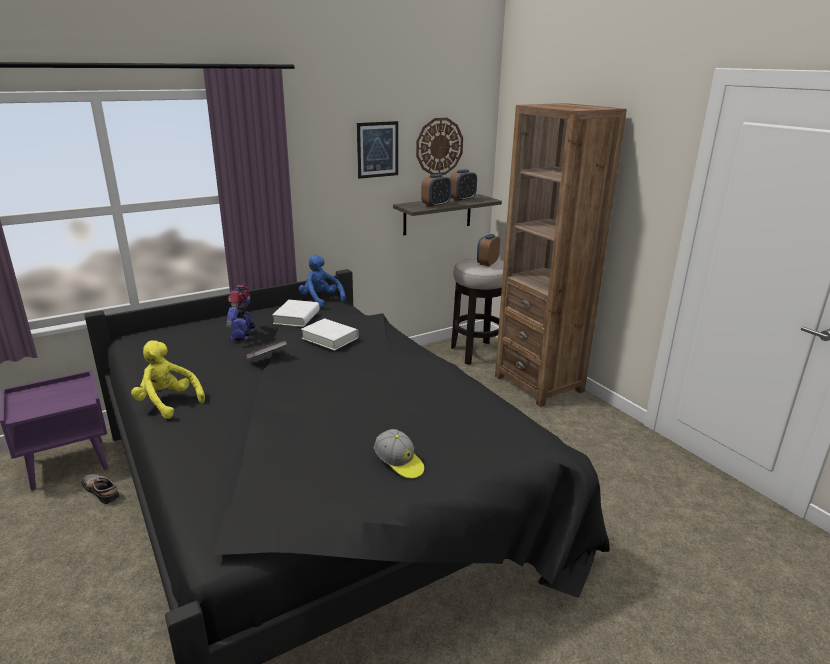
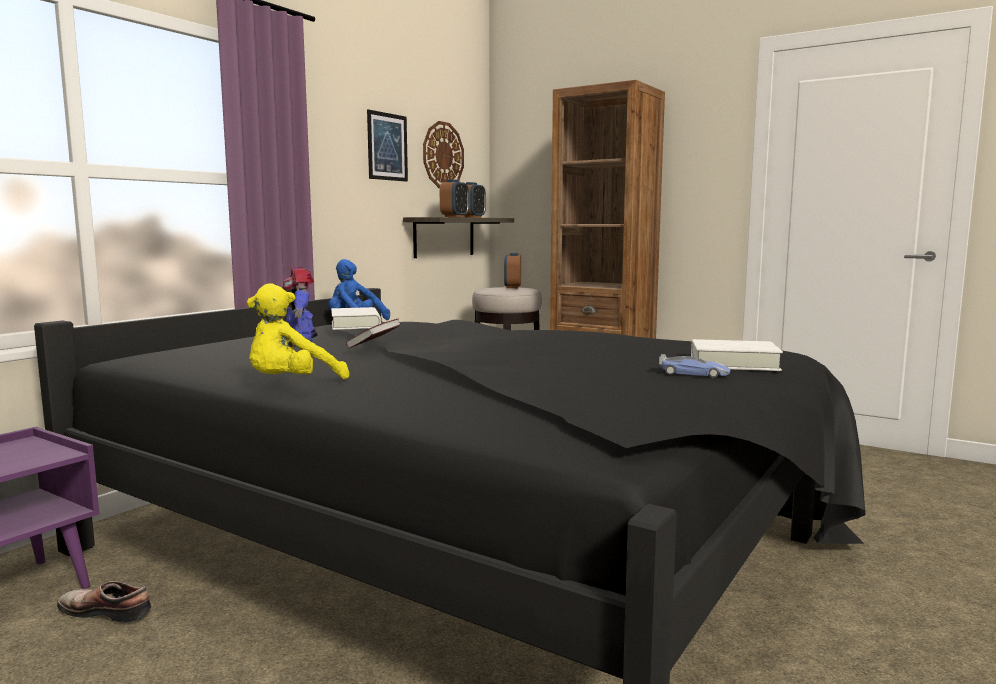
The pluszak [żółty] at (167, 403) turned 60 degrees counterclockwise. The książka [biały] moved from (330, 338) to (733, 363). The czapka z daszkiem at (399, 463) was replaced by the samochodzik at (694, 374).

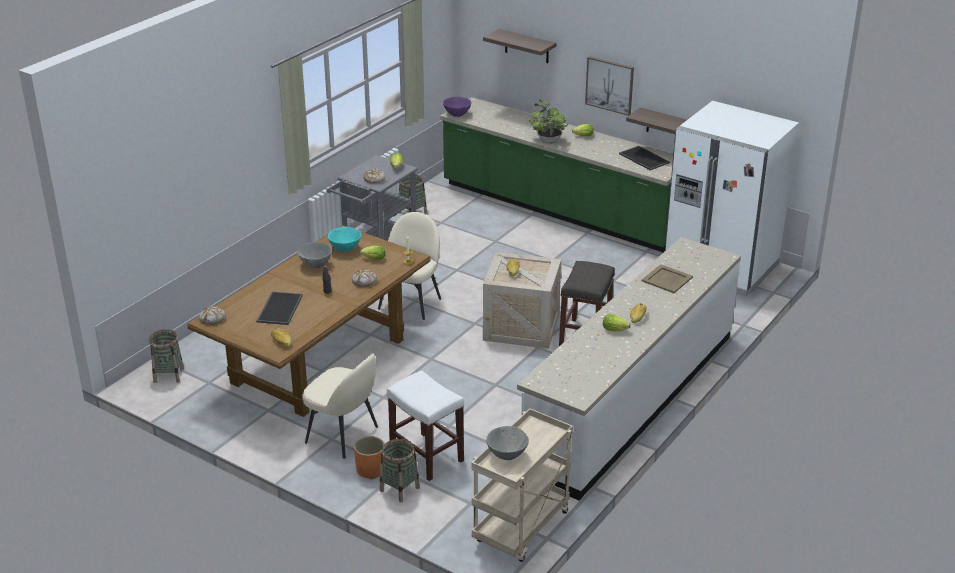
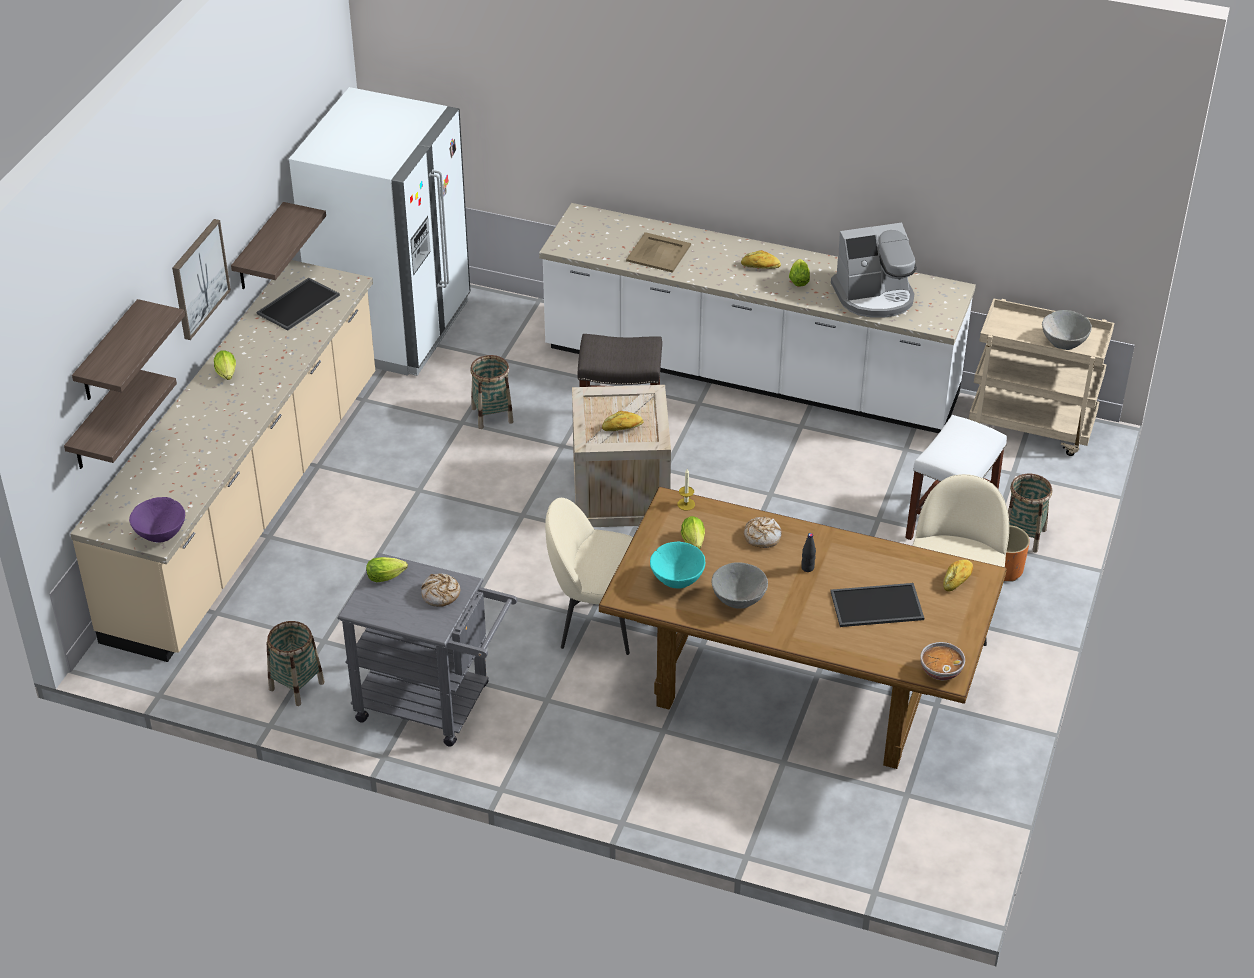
The koszyk moved from (168, 375) to (492, 415). The chleb at (212, 319) was replaced by the miska at (940, 670). The zabudowa kuchenna [zielony] at (560, 210) became the zabudowa kuchenna [beżowy] at (248, 505). The roślina doniczkowa at (547, 140) disappeared. The półka at (100, 422) appeared. The ekspres do kawy at (874, 296) appeared.

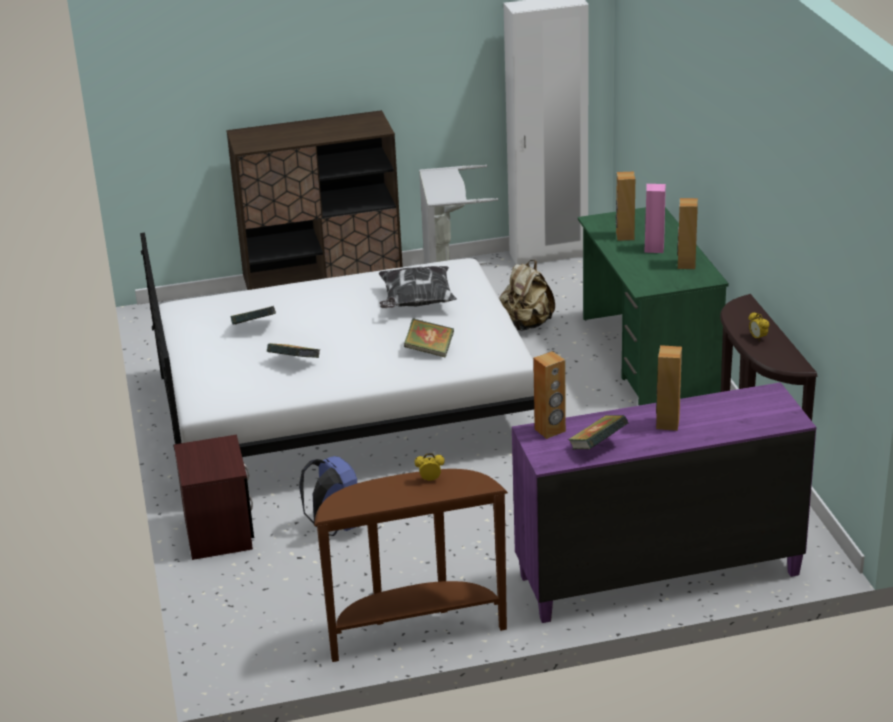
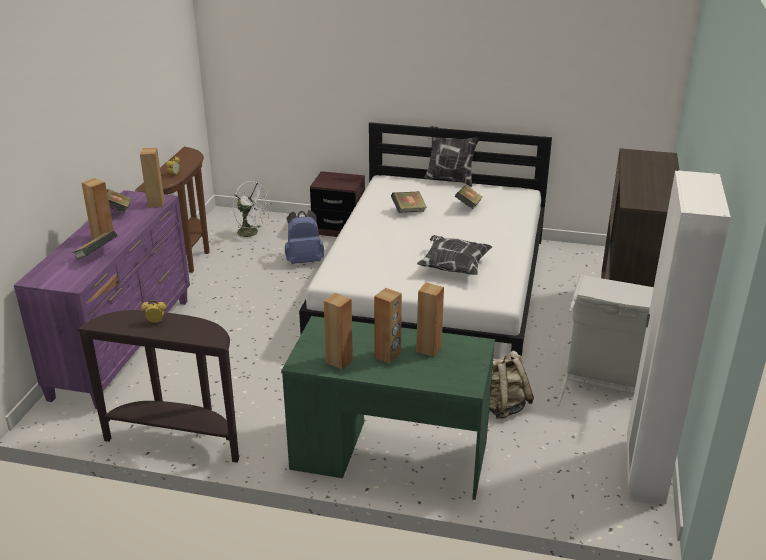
The książka moved from (429, 350) to (97, 256). The głośnik [różowy] at (654, 248) became the głośnik [brązowy] at (388, 356). The wentylator [biały] at (252, 233) appeared. The poduszka at (449, 179) appeared.

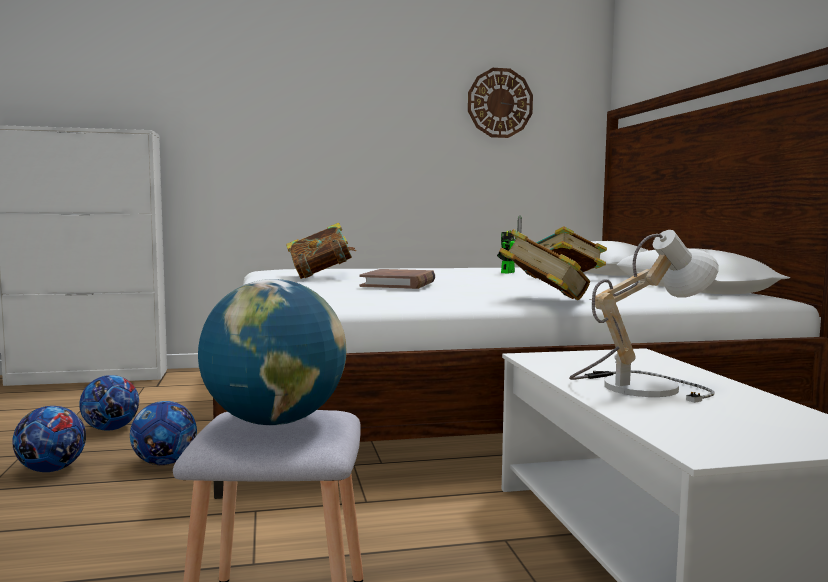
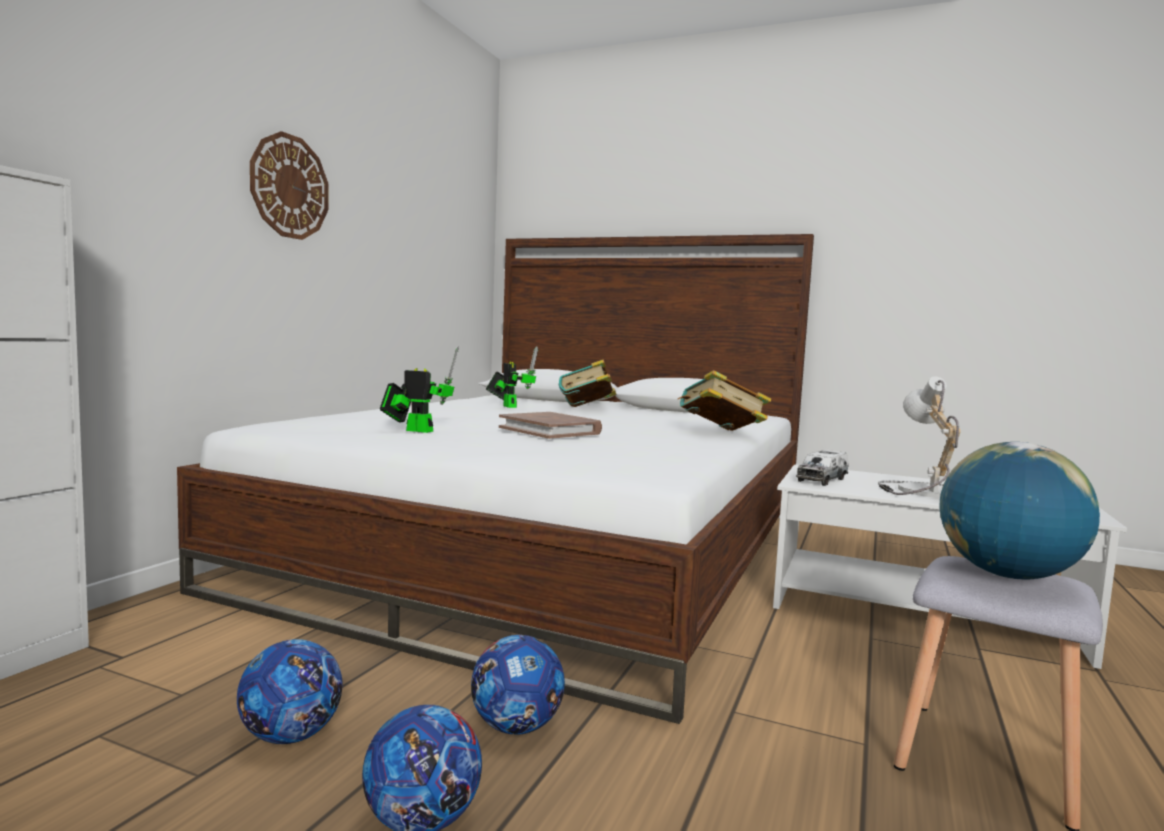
The książka at (320, 277) was replaced by the robot zabawkowy at (415, 430). The zegar ścienny moved from (500, 103) to (289, 187). The ciężarówka zabawkowa at (822, 479) appeared.

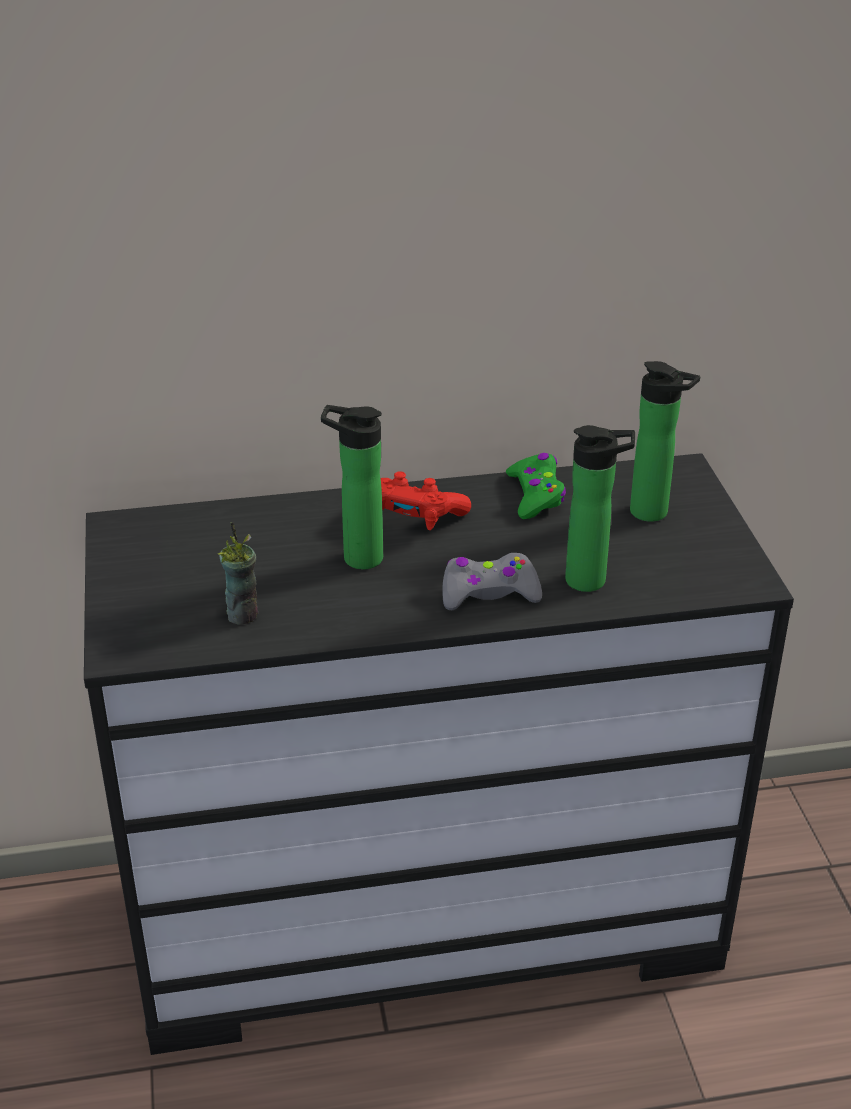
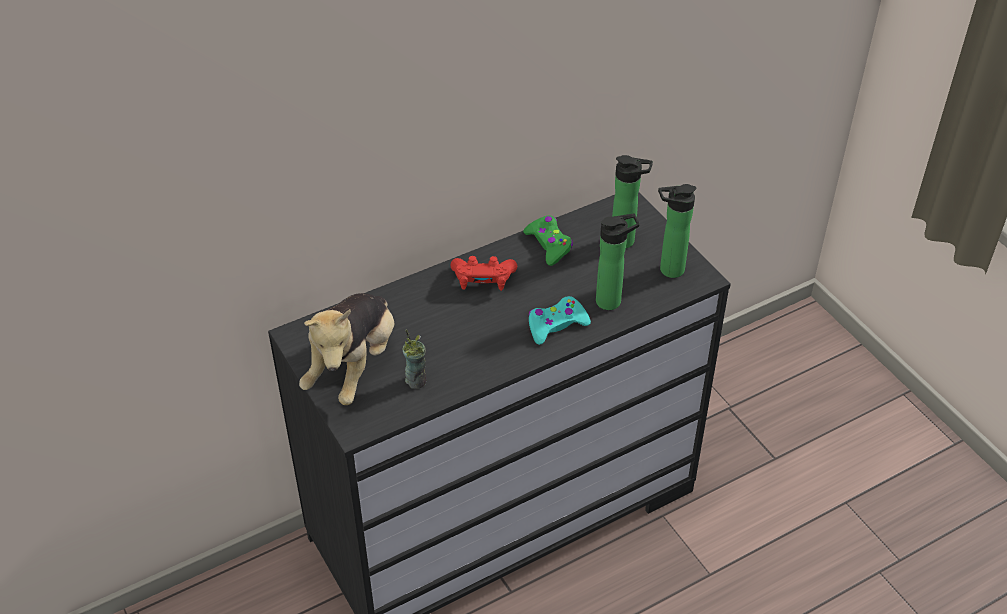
The butelka moved from (357, 558) to (668, 270). The pad do gier [szary] at (489, 592) became the pad do gier [turkusowy] at (556, 325). The pluszak at (353, 366) appeared.

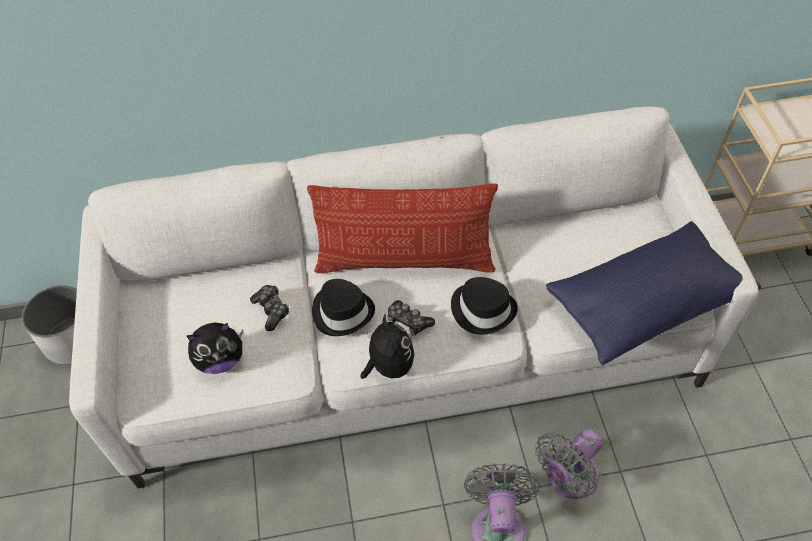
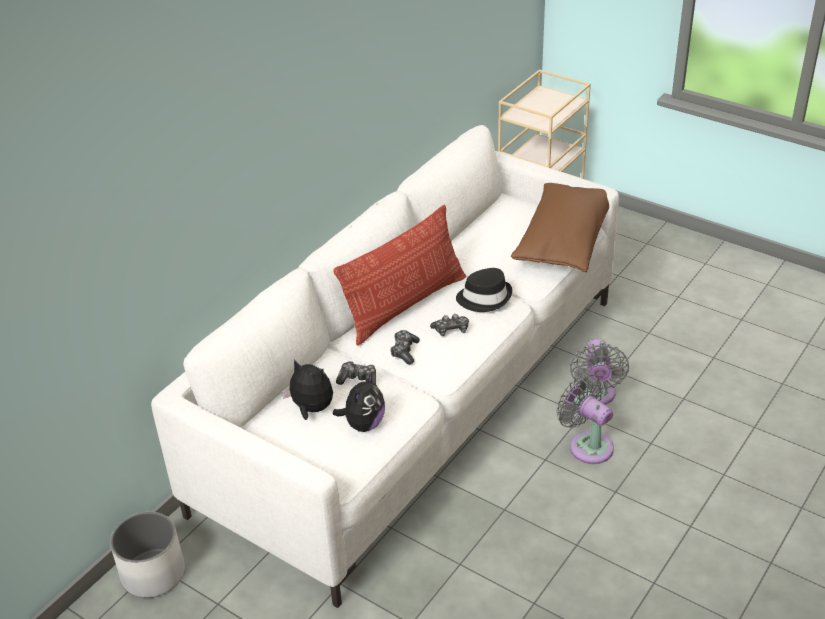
The kapelusz [czarny] at (342, 311) was replaced by the pad do gier at (404, 351). The pluszak moved from (389, 366) to (311, 409). The poduszka [niebieski] at (646, 303) became the poduszka [brązowy] at (563, 241).

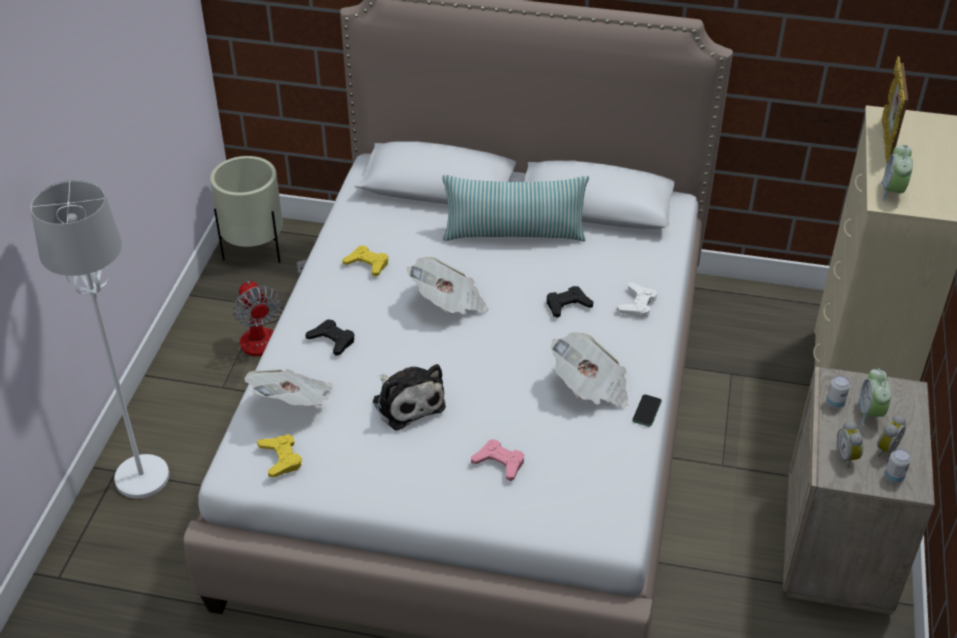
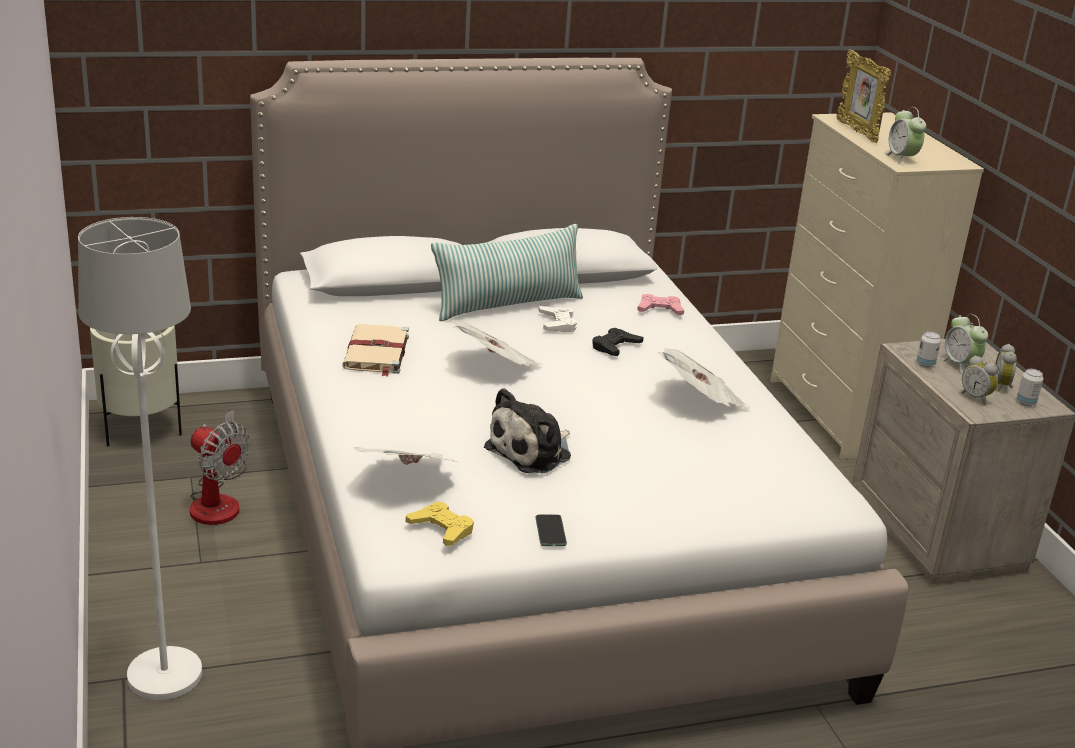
The pad do gier [czarny] at (332, 340) disappeared. The pad do gier [żółty] at (367, 264) was replaced by the książka [beżowy] at (376, 353). The pluszak at (407, 402) turned 105 degrees clockwise. The pad do gier [różowy] moved from (499, 463) to (660, 310). The pad do gier [biały] moved from (637, 304) to (557, 323). The telefon moved from (646, 411) to (550, 531).

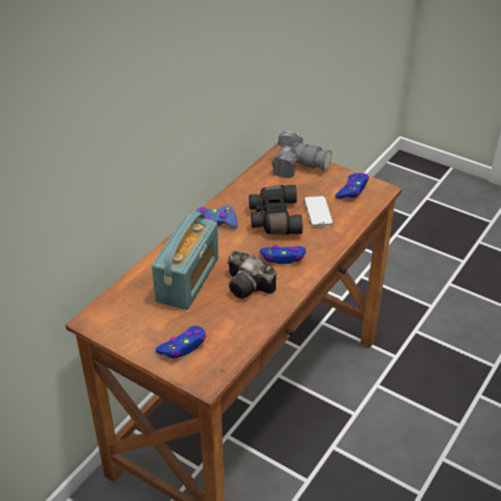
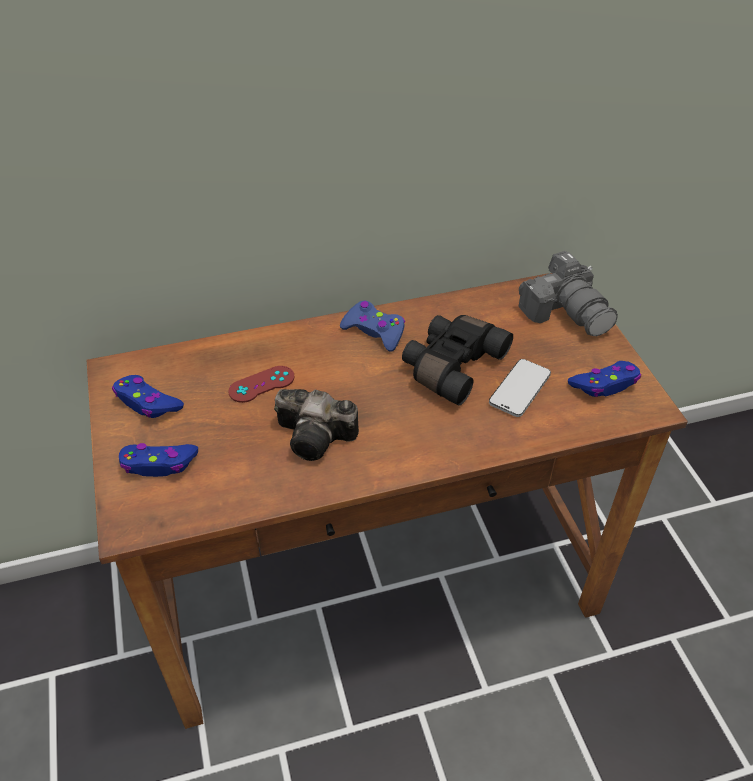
The radio at (188, 280) was replaced by the pad do gier [czerwony] at (261, 384). The aparat fotograficzny at (250, 287) turned 60 degrees counterclockwise. The pad do gier [niebieski] moved from (283, 258) to (147, 403).

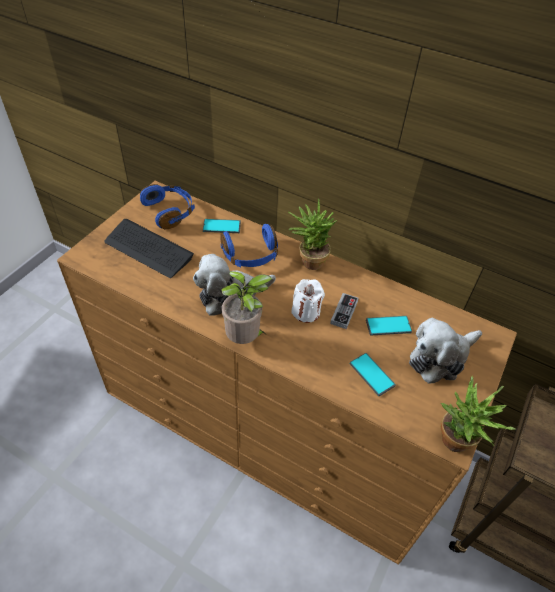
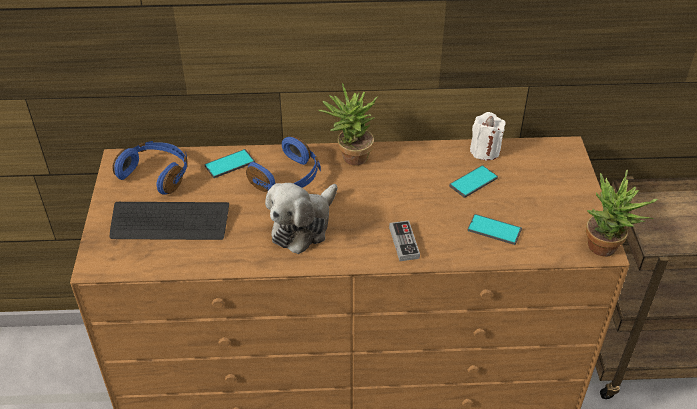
The roślina doniczkowa at (245, 339) disappeared. The świeca [biały] moved from (306, 312) to (485, 151). The pad do gier moved from (344, 312) to (404, 242). The pluszak at (440, 358) disappeared.

